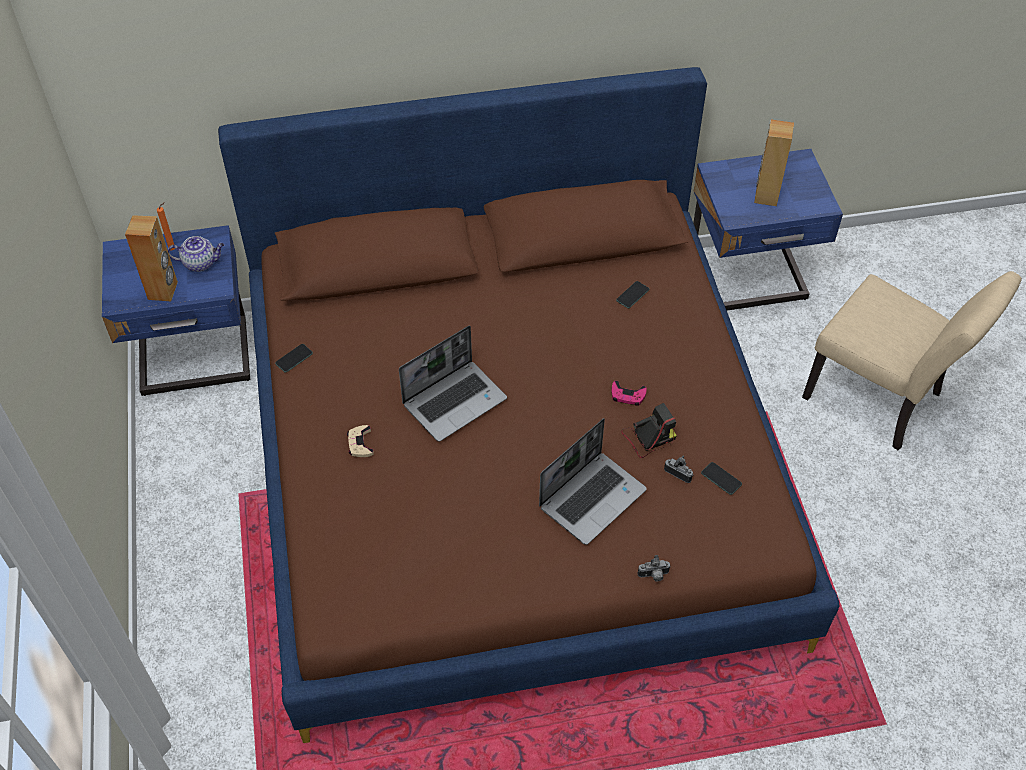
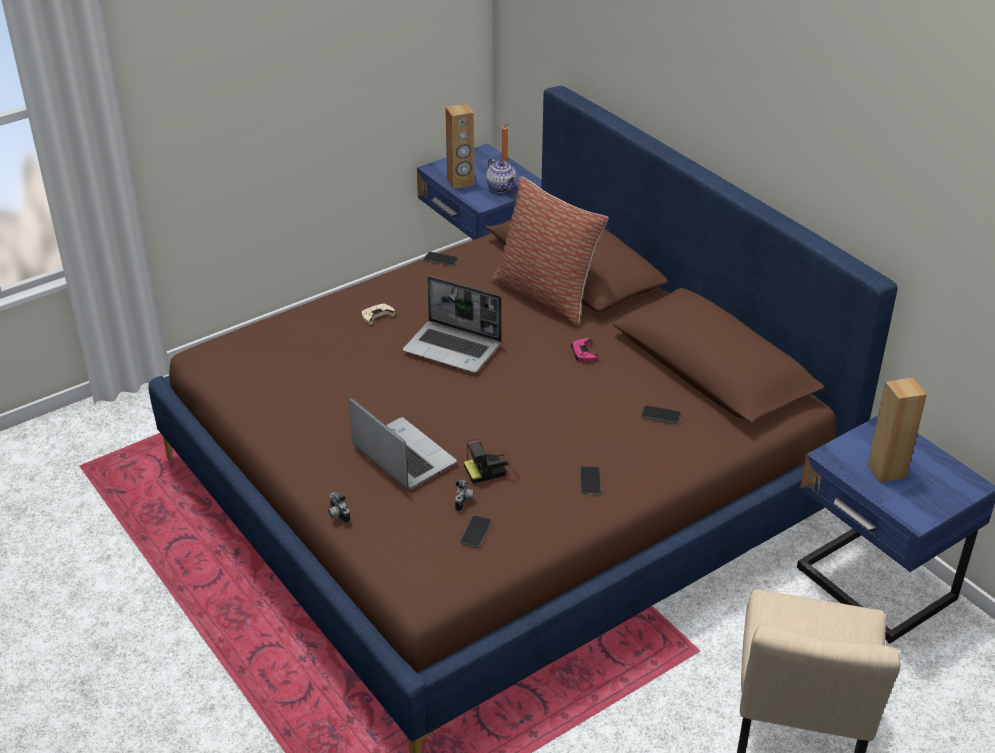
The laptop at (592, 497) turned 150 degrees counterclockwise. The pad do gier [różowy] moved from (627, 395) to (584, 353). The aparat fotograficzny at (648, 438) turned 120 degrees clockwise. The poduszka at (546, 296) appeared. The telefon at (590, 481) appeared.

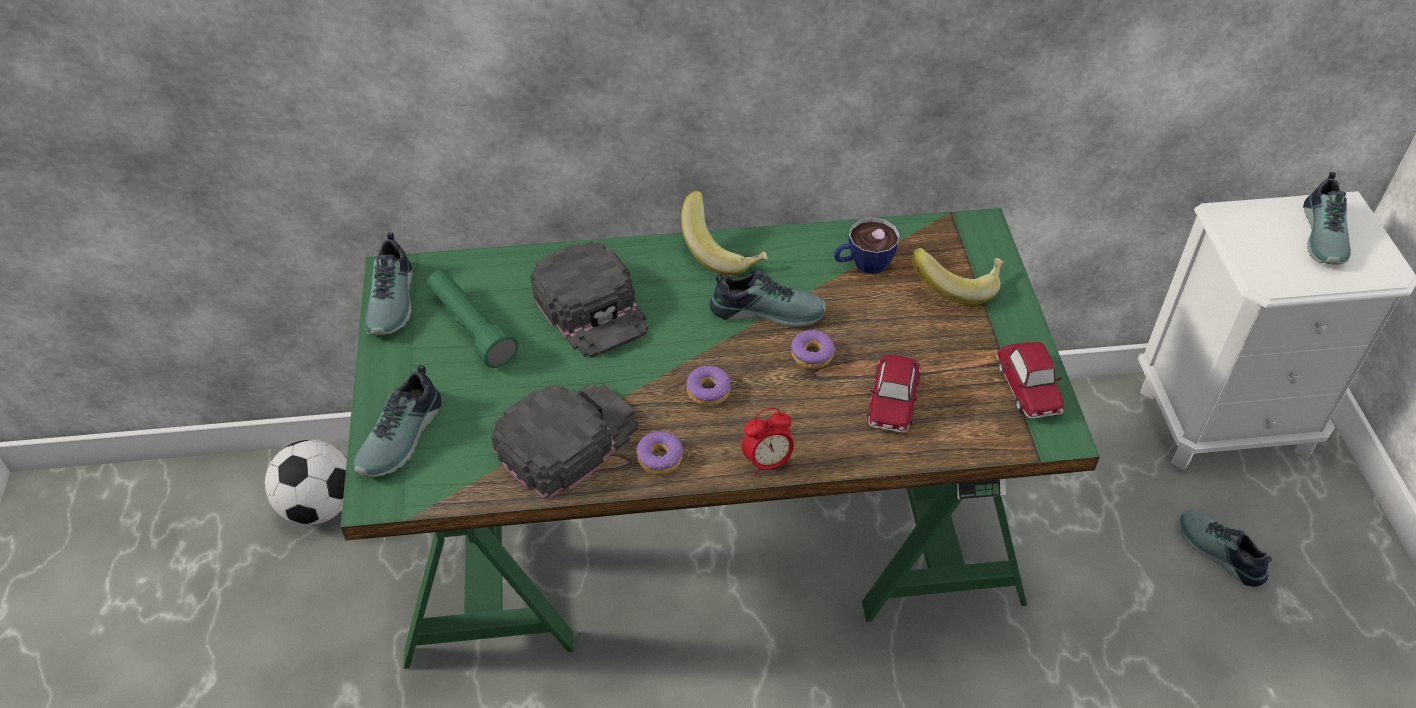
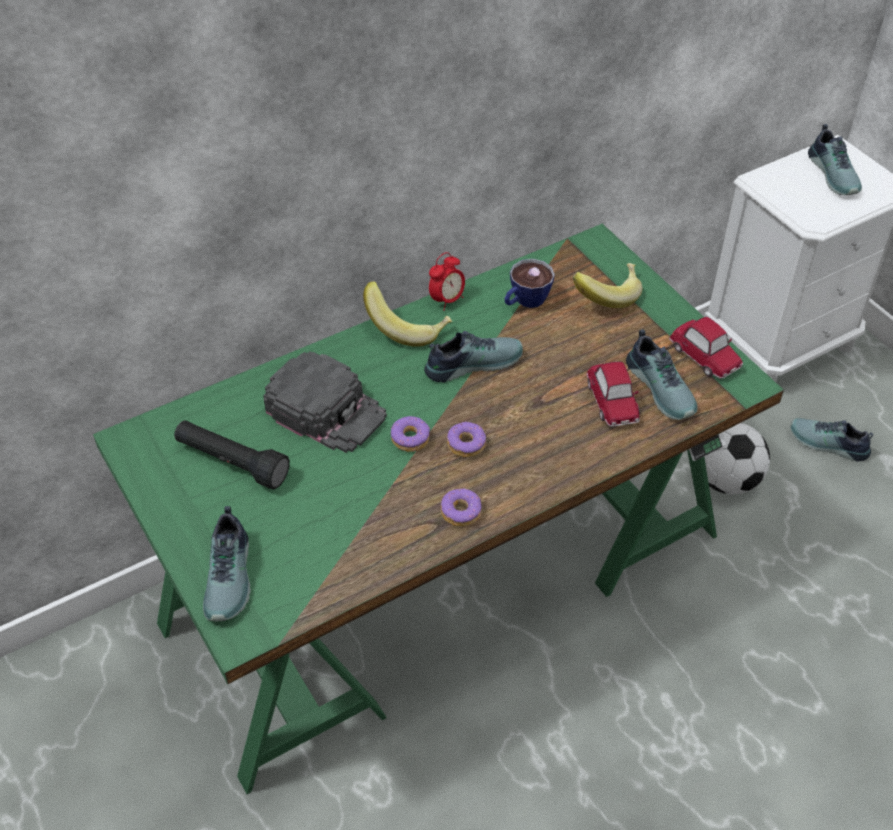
The piłka futbolowa moved from (319, 506) to (726, 480). The but moved from (394, 300) to (662, 387). The latarka [zielony] at (471, 328) became the latarka [czarny] at (232, 462). The czapka z daszkiem [czarny] at (566, 439) disappeared. The budzik moved from (767, 462) to (447, 300). The donut moved from (812, 355) to (410, 439).

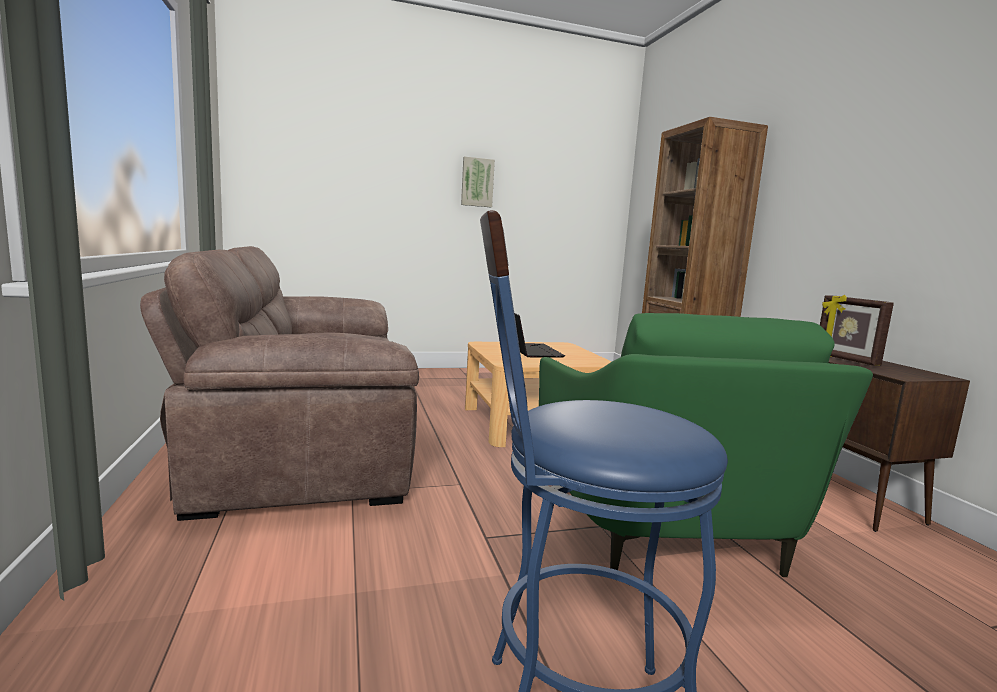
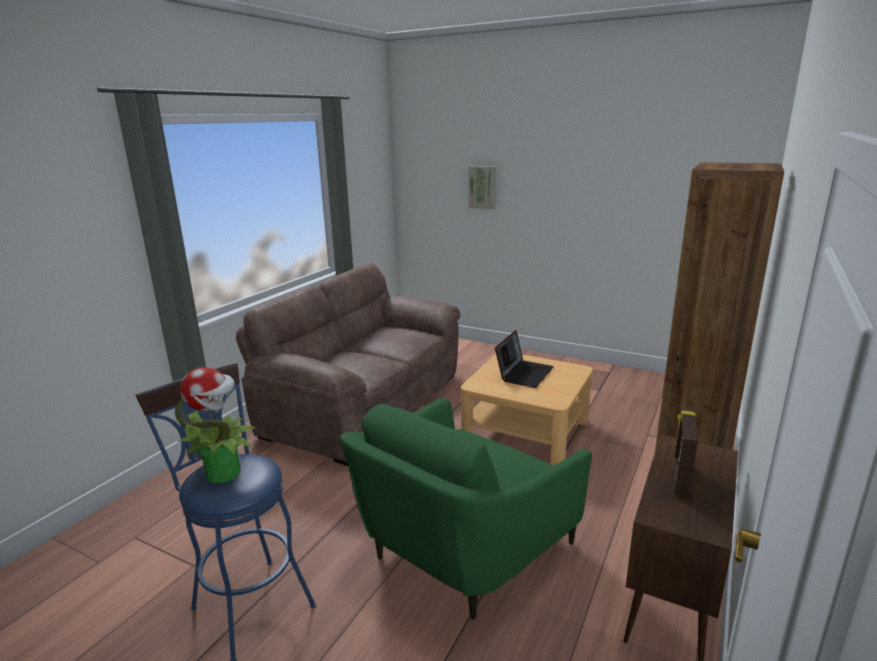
The obraz moved from (477, 182) to (482, 187). The roślina doniczkowa at (225, 473) appeared.

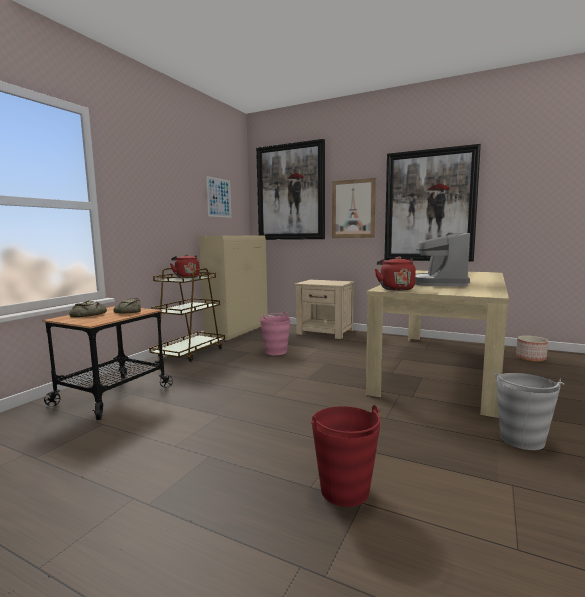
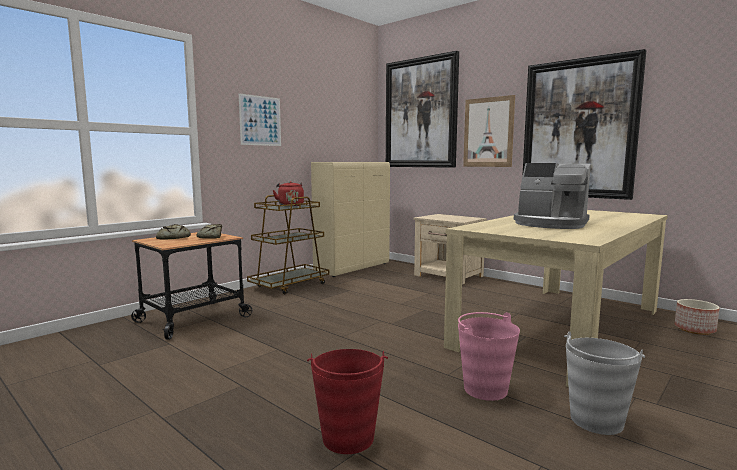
The obraz moved from (219, 197) to (260, 120). The wiadro [różowy] moved from (275, 352) to (485, 389). The czajnik [czerwony] at (395, 289) disappeared. The ekspres do kawy at (439, 283) turned 90 degrees counterclockwise.

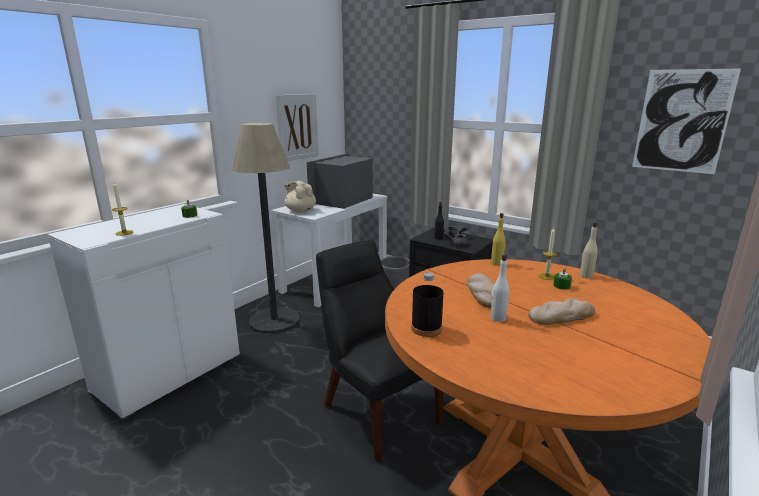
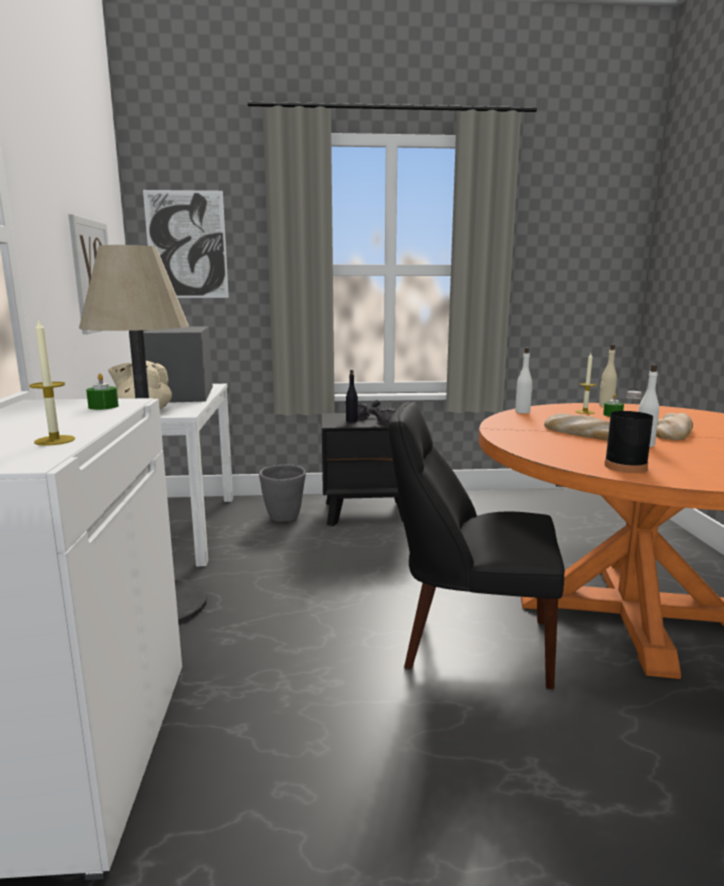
The butelka [żółty] at (497, 263) became the butelka [biały] at (522, 412). The obraz moved from (682, 121) to (186, 245).

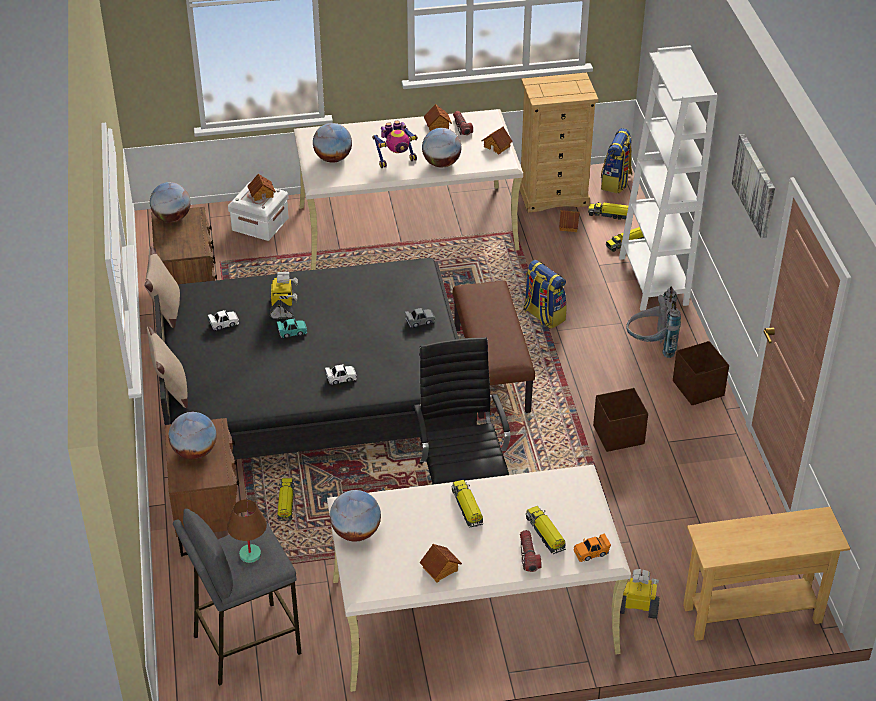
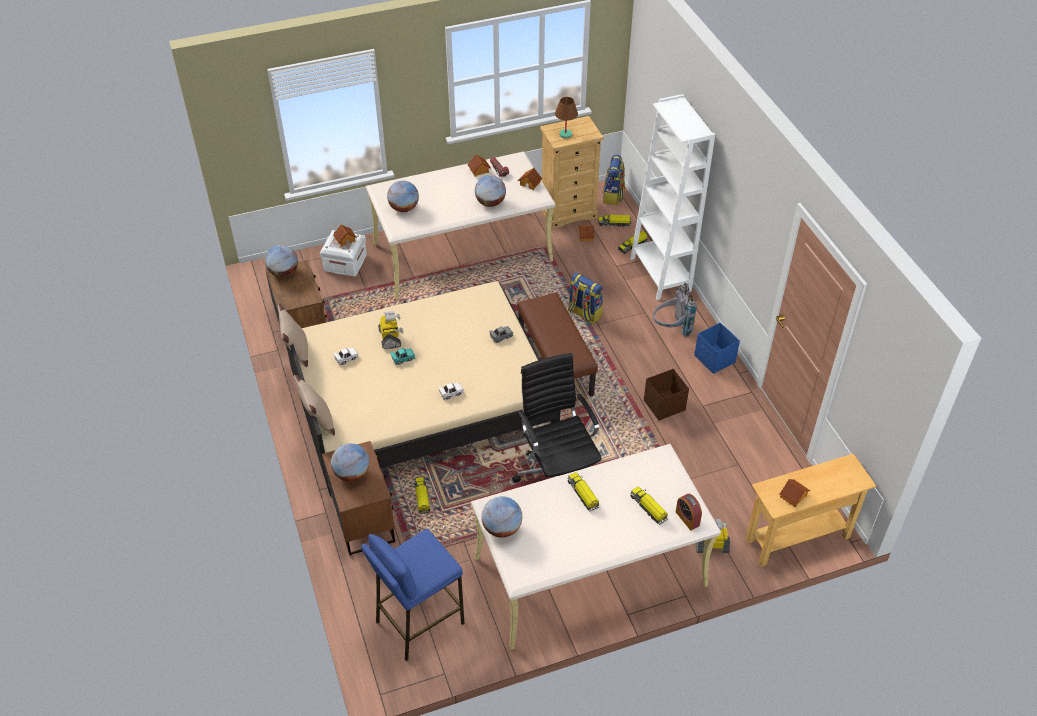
The łóżko [czarny] at (313, 390) became the łóżko [beżowy] at (421, 399). The stołek [szary] at (246, 643) became the stołek [niebieski] at (419, 622). The lampa stołowa [brązowy] moved from (250, 554) to (565, 134). The robot zabawkowy at (396, 160) disappeared. The domek moved from (440, 569) to (793, 496). The latarka at (528, 555) disappeared. The samochodzik [pomarańczowy] at (591, 552) was replaced by the budzik at (687, 518). The pojemnik do przechowywania [brązowy] at (698, 389) became the pojemnik do przechowywania [niebieski] at (714, 359). The obraz at (755, 185) disappeared.

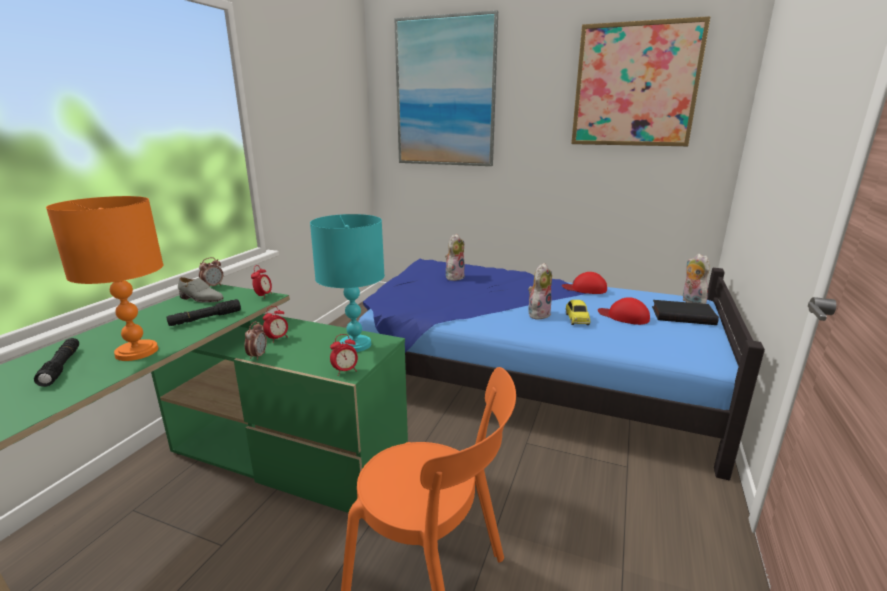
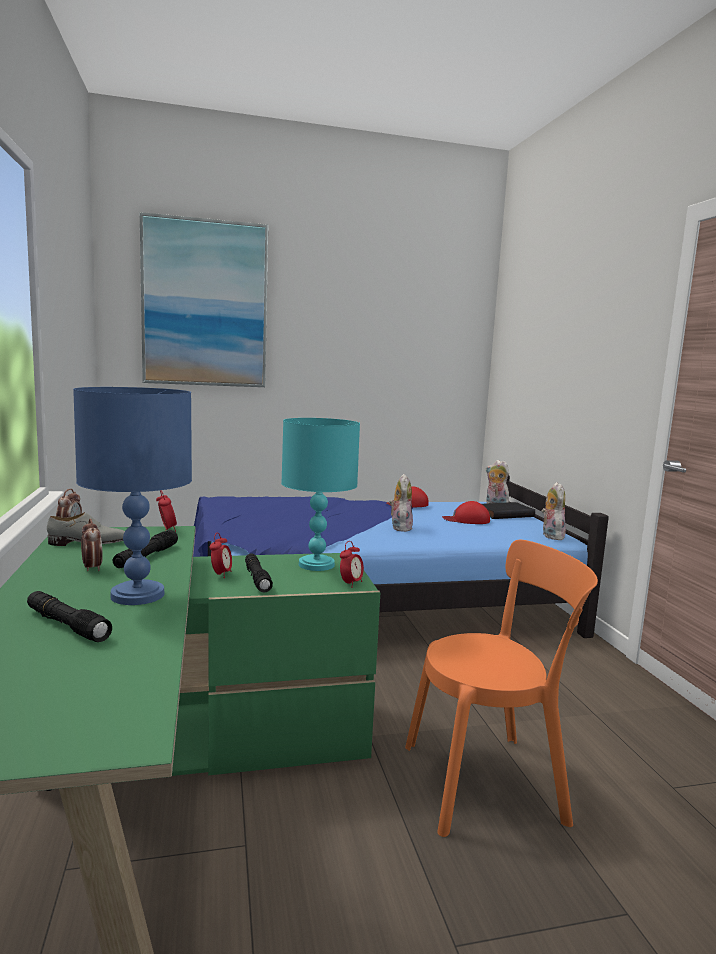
The lampa stołowa [pomarańczowy] at (137, 351) became the lampa stołowa [niebieski] at (138, 594). The budzik moved from (257, 356) to (92, 568). The pluszak moved from (454, 277) to (550, 536). The samochodzik at (576, 319) disappeared. The obraz at (635, 85) disappeared. The latarka [czarny] at (257, 578) appeared.

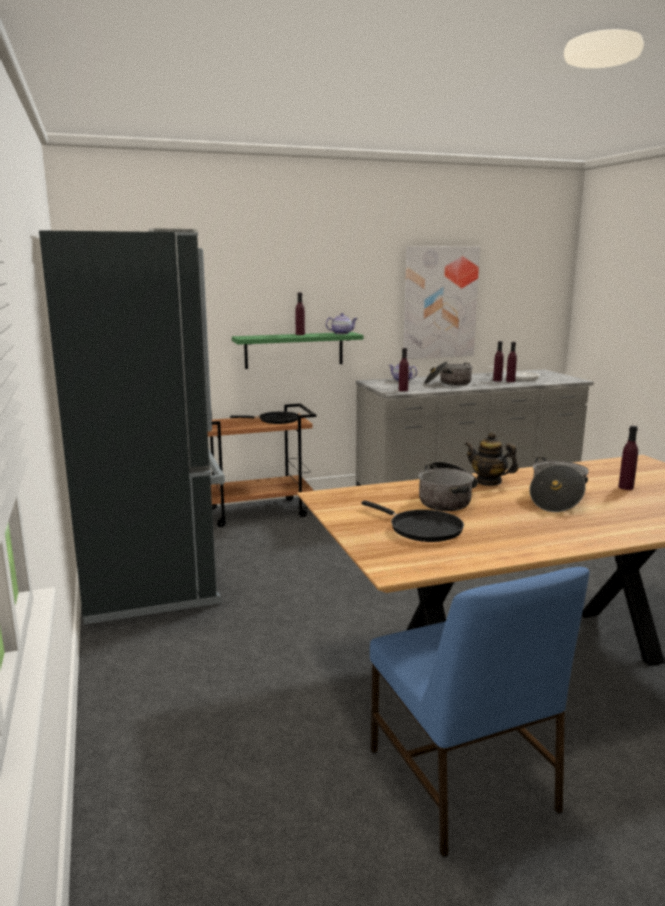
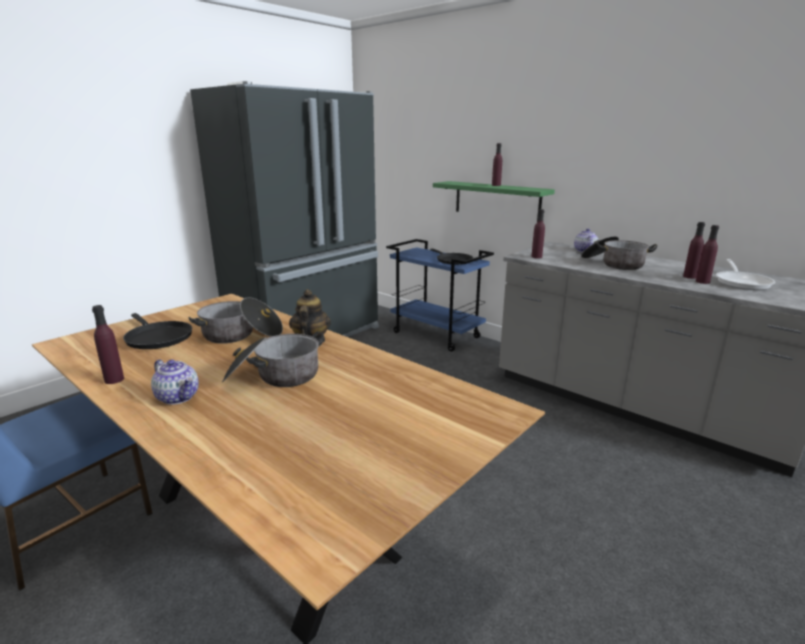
The wózek [brązowy] at (258, 512) became the wózek [niebieski] at (437, 335). The imbryk moved from (341, 333) to (178, 397). The patelnia [czarny] at (421, 529) turned 60 degrees counterclockwise. The obraz at (440, 303) disappeared. The butelka [fioletowy] moved from (626, 487) to (114, 380).

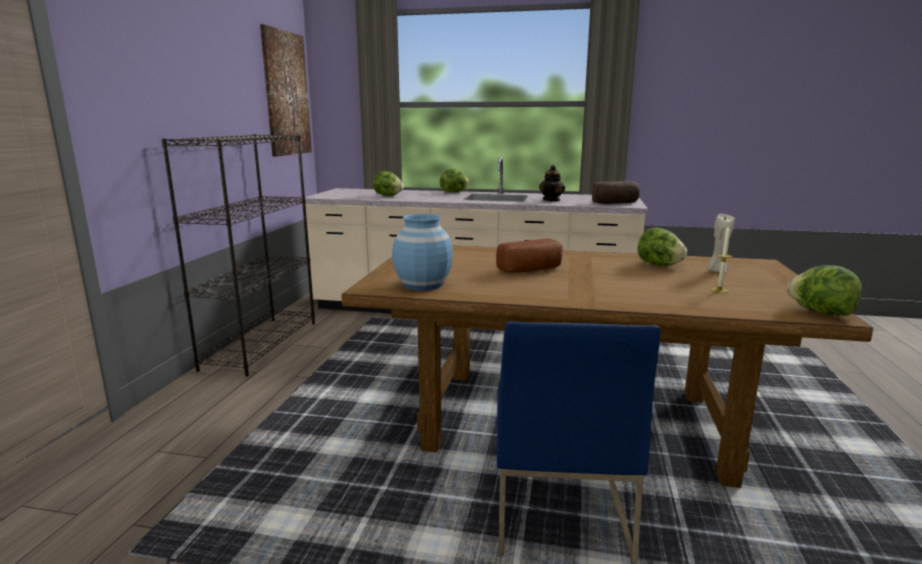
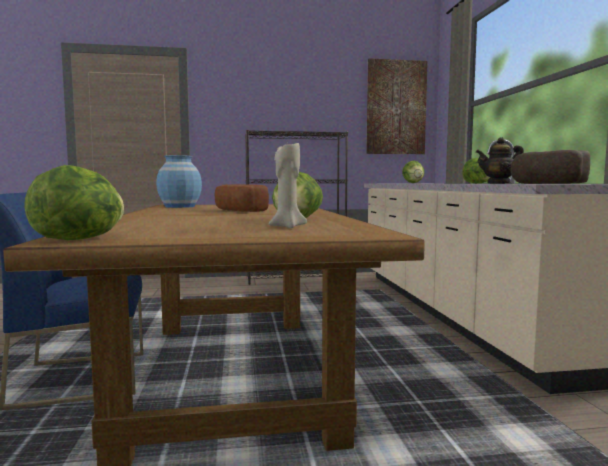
The świeca at (719, 290) disappeared.

